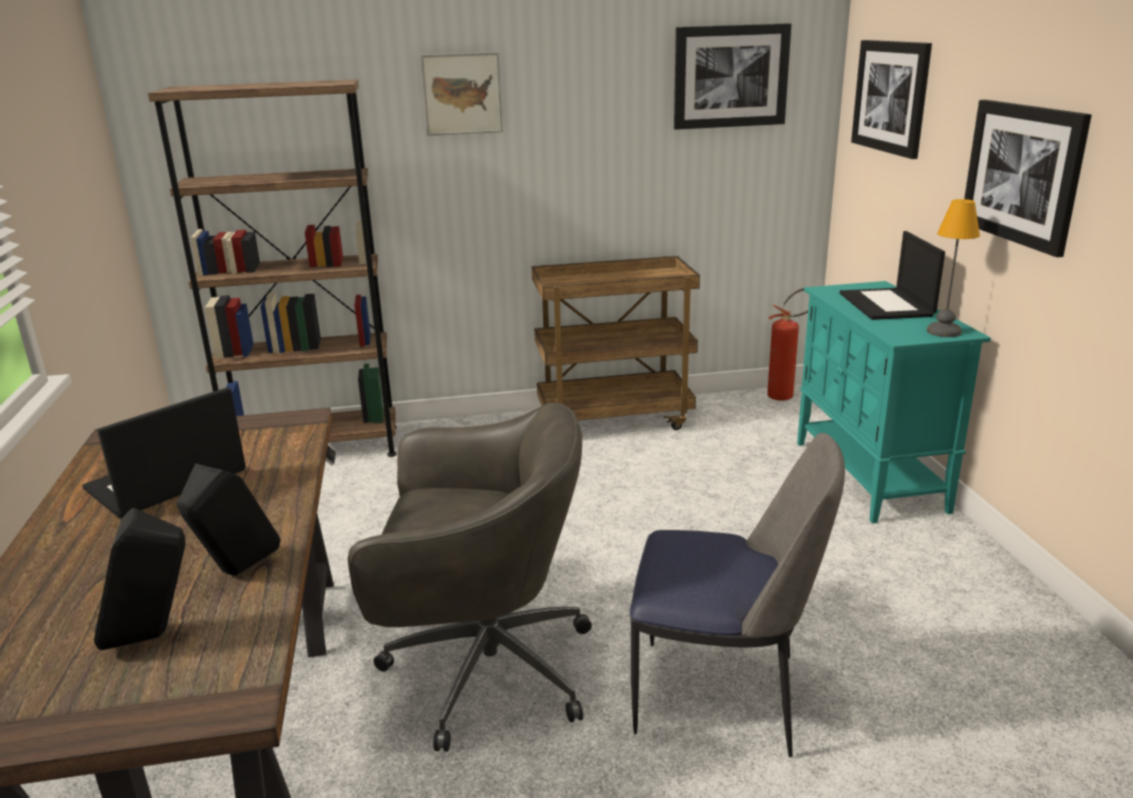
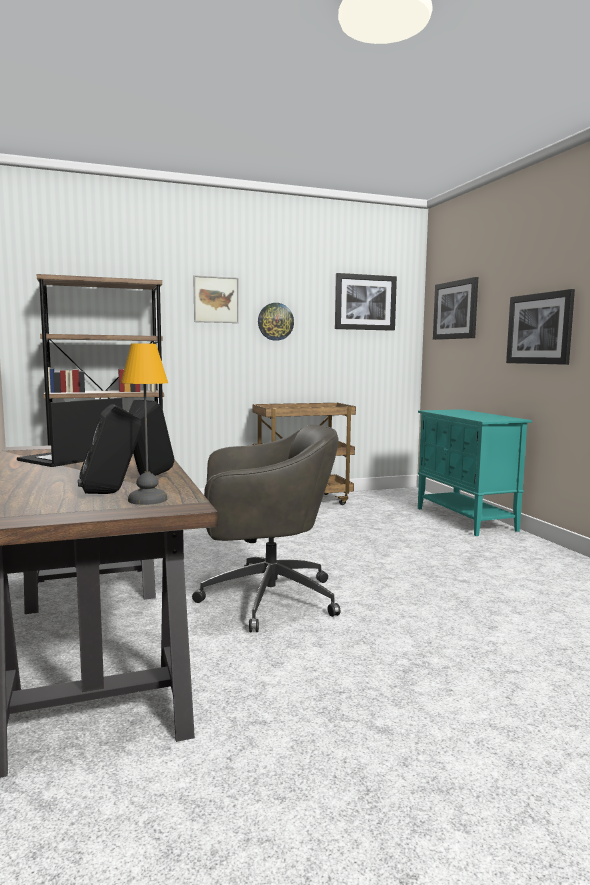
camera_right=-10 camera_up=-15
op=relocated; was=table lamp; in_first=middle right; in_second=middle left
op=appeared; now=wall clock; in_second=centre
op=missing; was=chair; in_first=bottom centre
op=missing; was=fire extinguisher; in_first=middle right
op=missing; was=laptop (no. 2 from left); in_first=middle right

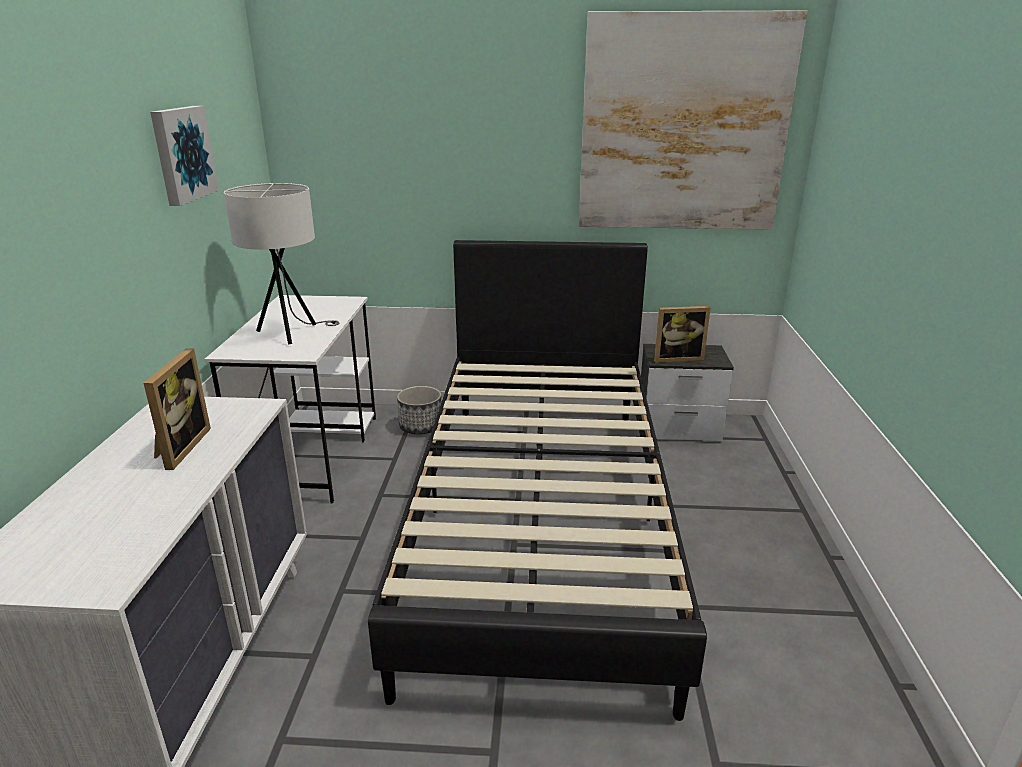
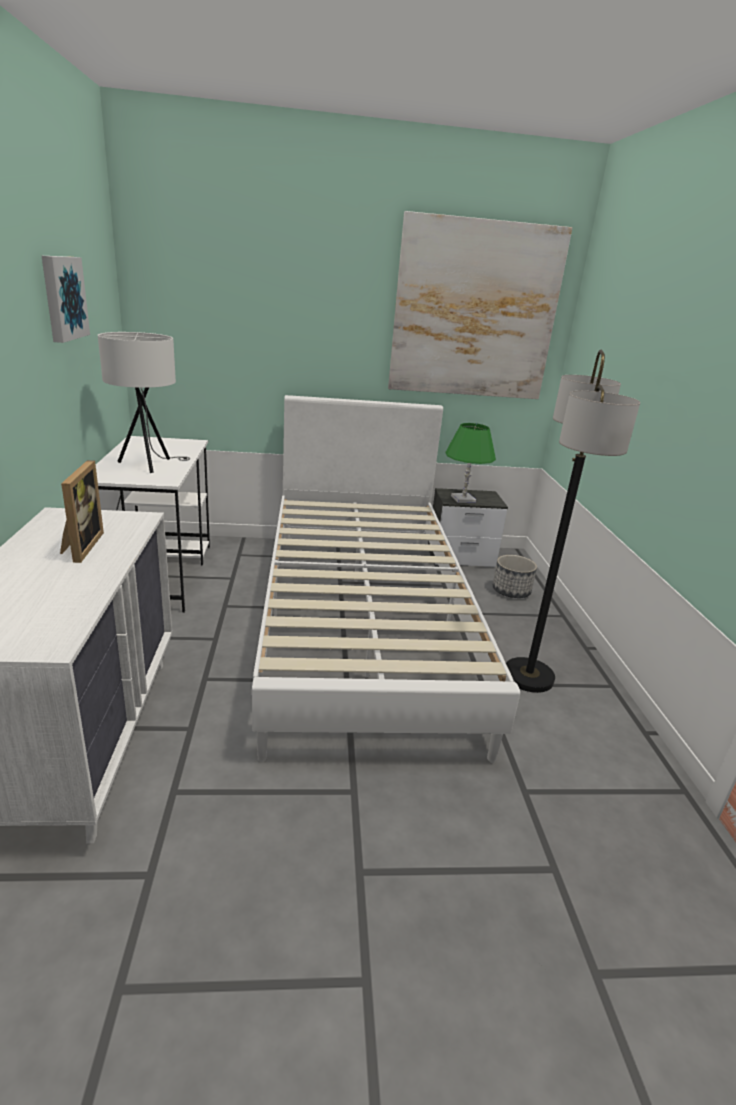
camera_right=-10 camera_up=0
op=colour; was=black bed; now=white bed; in_first=centre; in_second=centre
op=exchanged; was=picture frame (no. 2 from left); now=green table lamp; in_first=middle right; in_second=centre
op=relocated; was=planter; in_first=centre; in_second=middle right
op=appeared; now=floor lamp; in_second=middle right

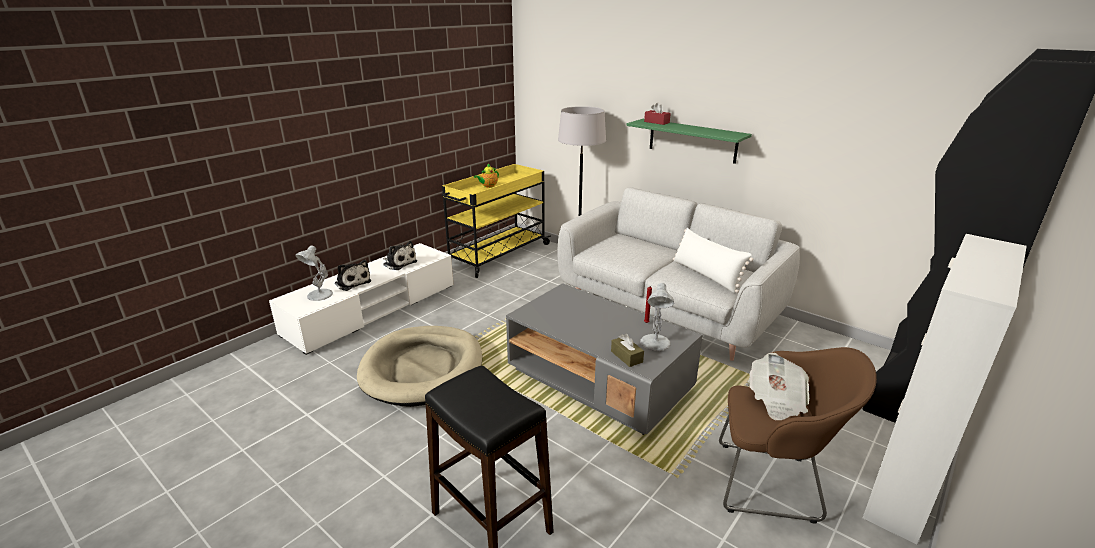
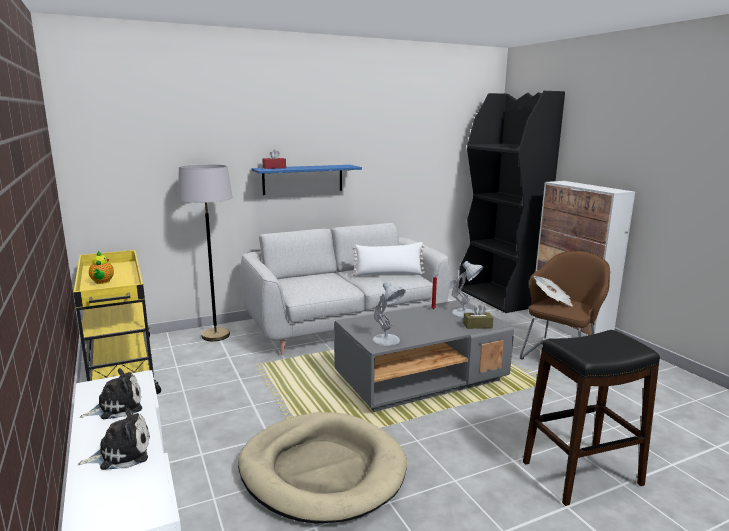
camera_right=-65 camera_up=-10
op=colour; was=green shelf; now=blue shelf; in_first=top centre; in_second=centre
op=relocated; was=white table lamp (no. 1 from left); in_first=middle left; in_second=centre

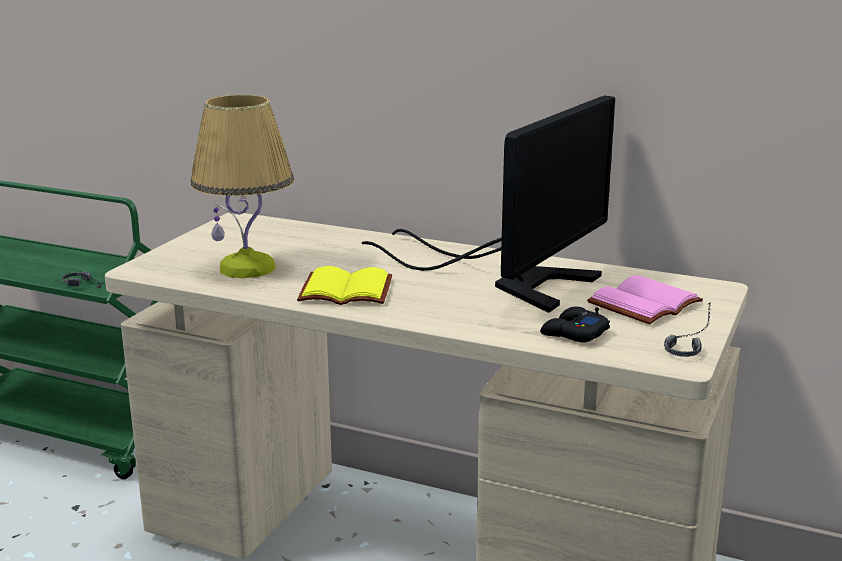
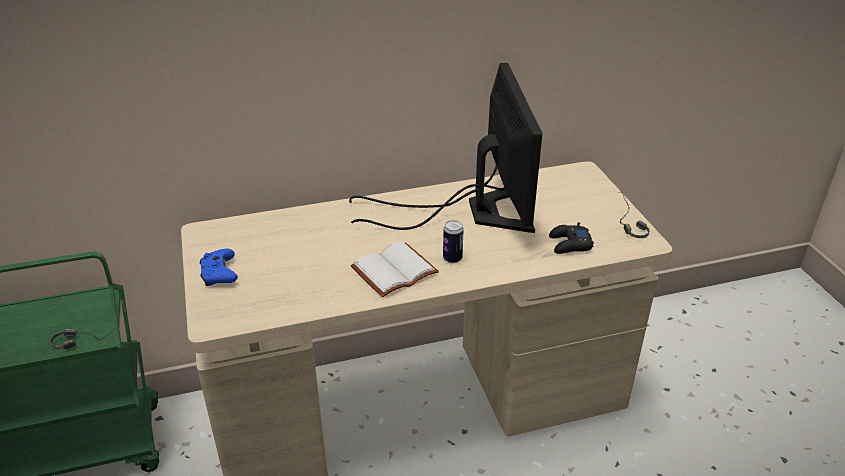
camera_right=-40 camera_up=15
op=appeared; now=blue game controller; in_second=middle left
op=colour; was=yellow book; now=white book; in_first=centre; in_second=centre
op=appeared; now=can; in_second=centre
op=missing; was=table lamp; in_first=top left
op=missing; was=pink book; in_first=middle right

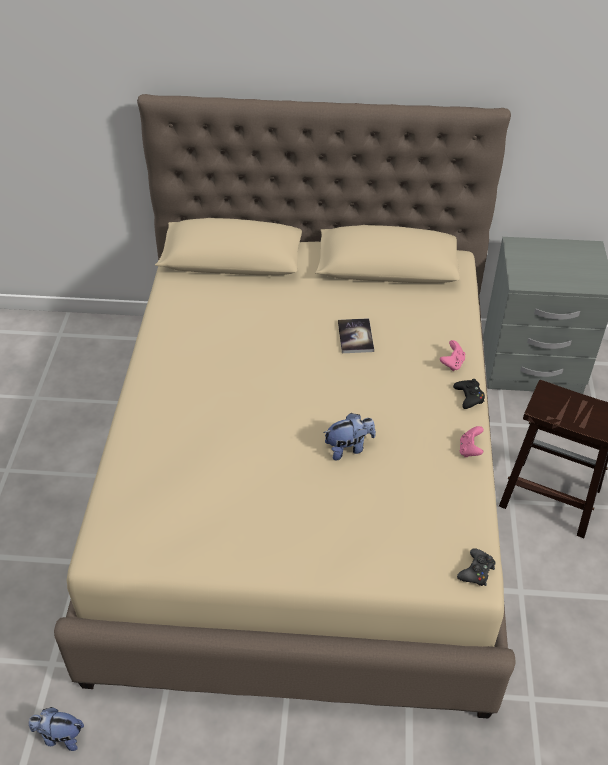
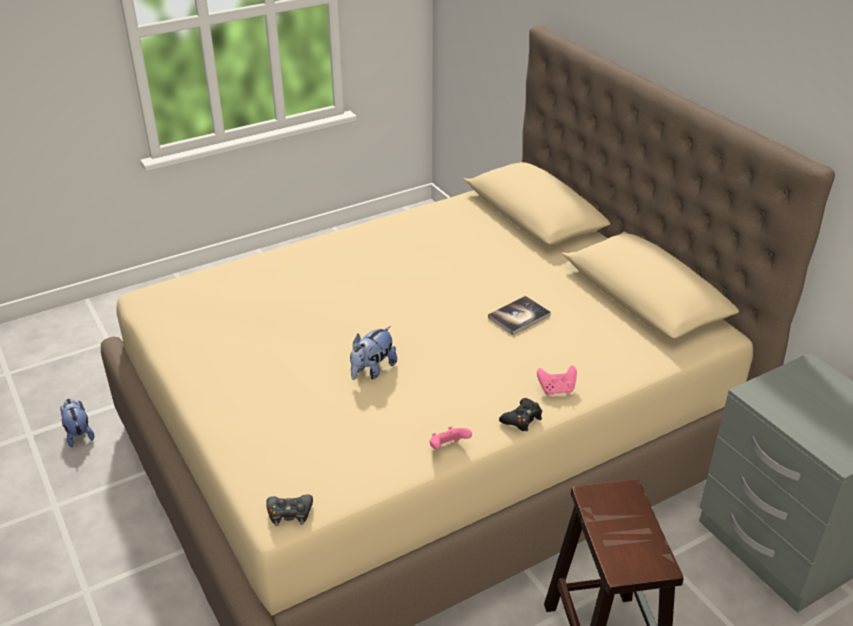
camera_right=55 camera_up=-10
op=spun; was=plush toy (no. 2 from left); in_first=centre; in_second=centre; clockwise=90

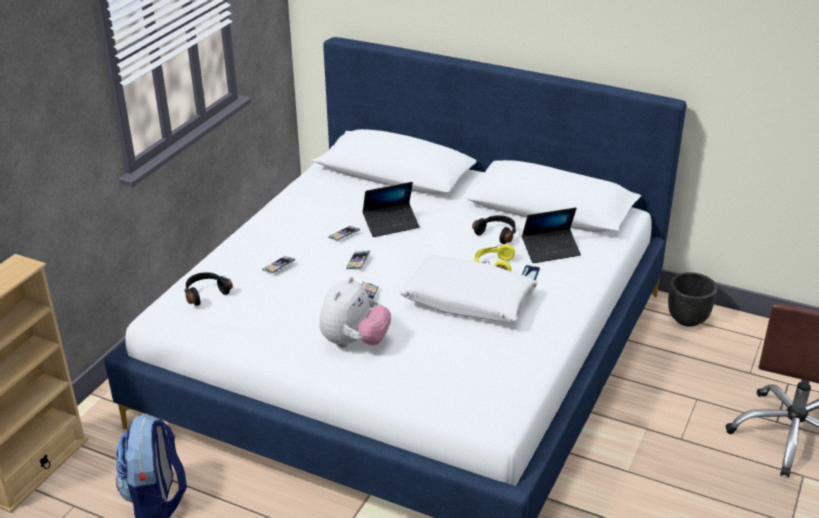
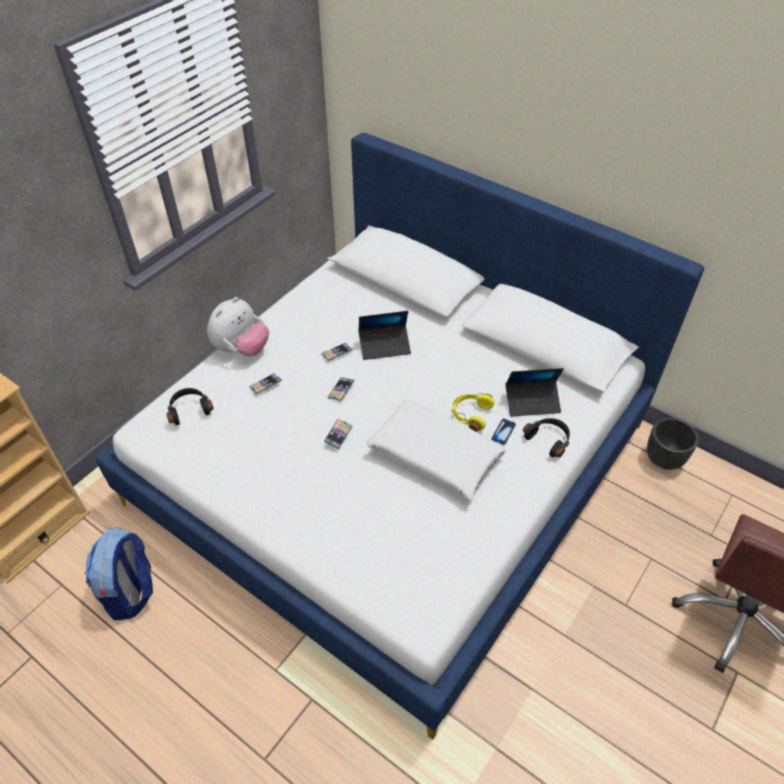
camera_right=10 camera_up=15
op=relocated; was=plush toy; in_first=centre; in_second=middle left
op=relocated; was=black headphones (no. 2 from left); in_first=centre; in_second=middle right

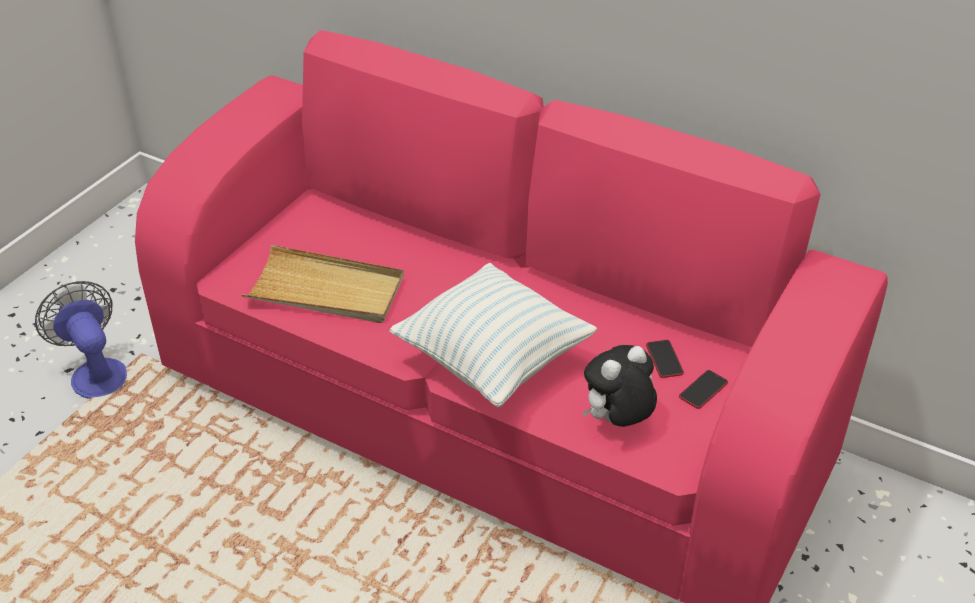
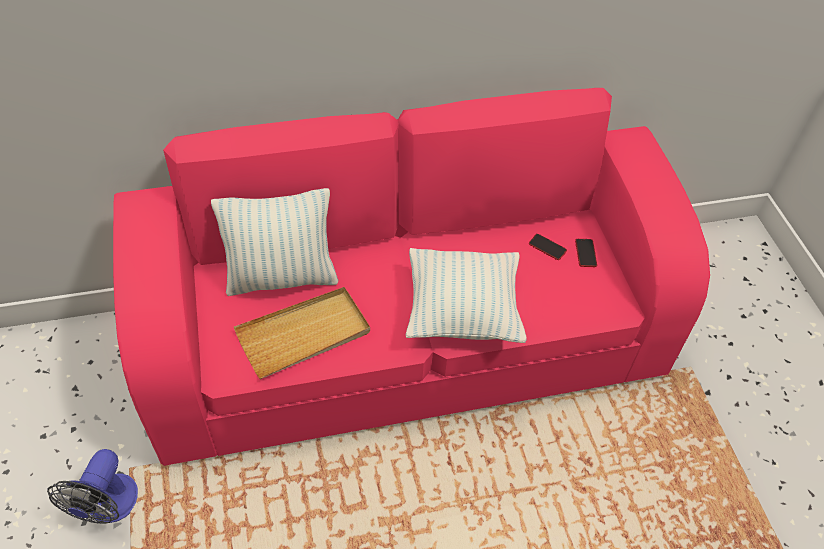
camera_right=-45 camera_up=10
op=spun; was=fan; in_first=middle left; in_second=bottom left; clockwise=-90
op=appeared; now=pillow (no. 1 from left); in_second=middle left
op=missing; was=plush toy; in_first=centre

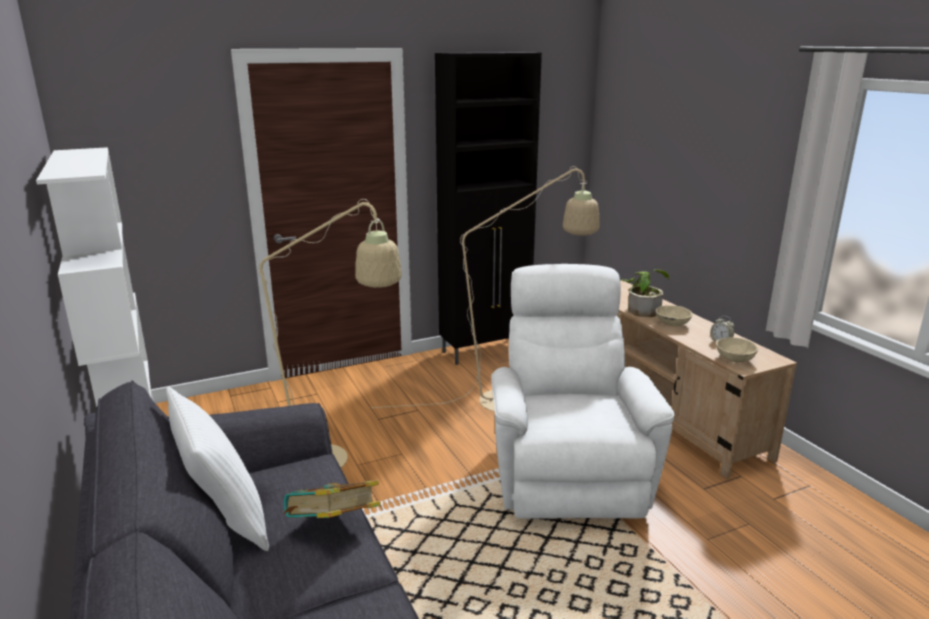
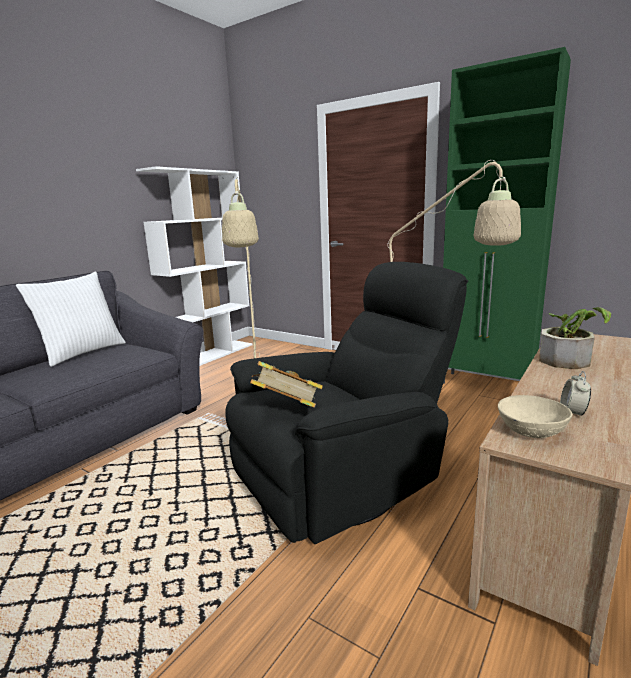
camera_right=60 camera_up=-5
op=colour; was=white armchair; now=black armchair; in_first=centre; in_second=centre
op=relocated; was=book; in_first=bottom centre; in_second=centre
op=colour; was=black cabinet; now=green cabinet; in_first=centre; in_second=top right
op=missing; was=beige bowl (no. 1 from left); in_first=middle right

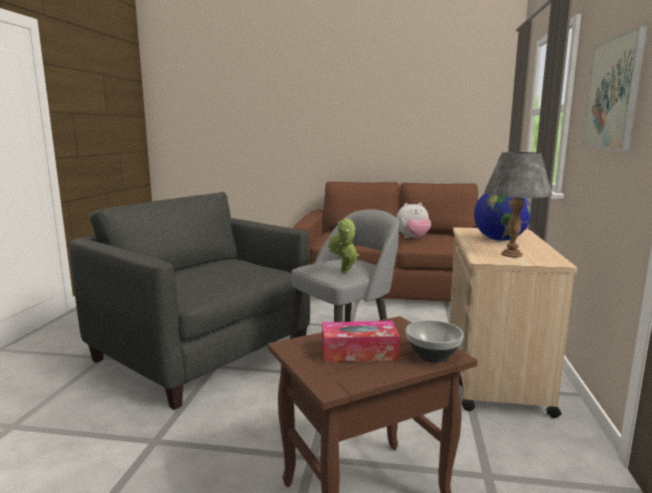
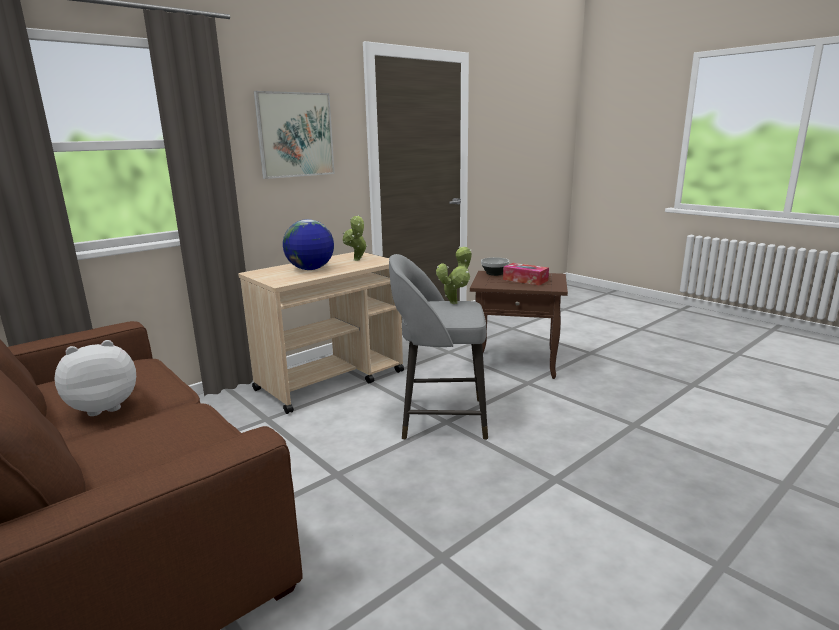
camera_right=-140 camera_up=5
op=spun; was=plush toy; in_first=centre; in_second=middle left; clockwise=-60
op=exchanged; was=grey table lamp; now=potted plant (no. 1 from left); in_first=middle right; in_second=centre
op=missing; was=grey armchair; in_first=middle left

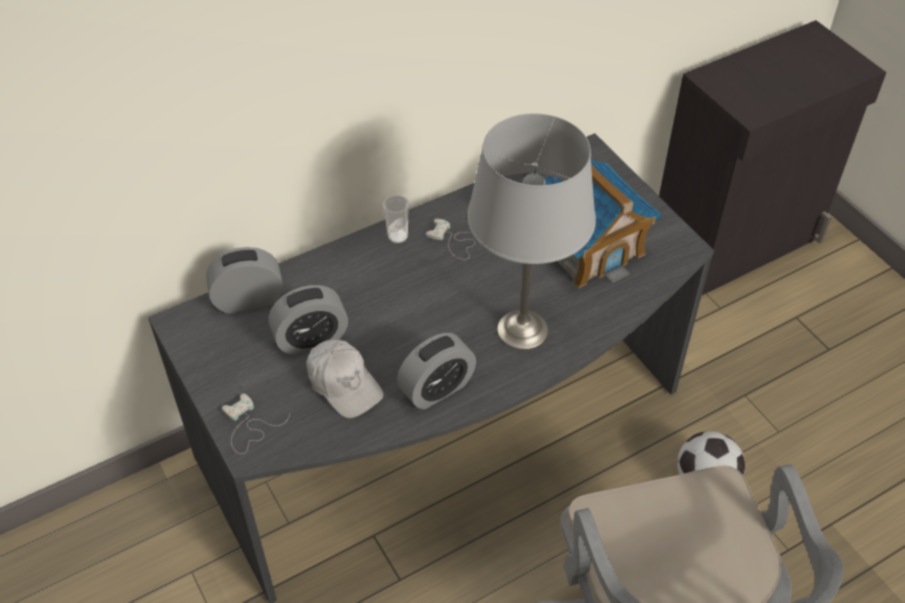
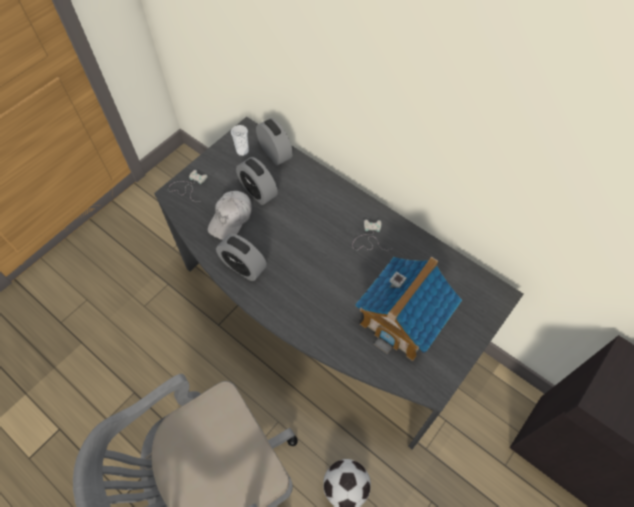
camera_right=70 camera_up=10
op=relocated; was=cup; in_first=centre; in_second=top centre
op=missing; was=grey table lamp; in_first=centre

